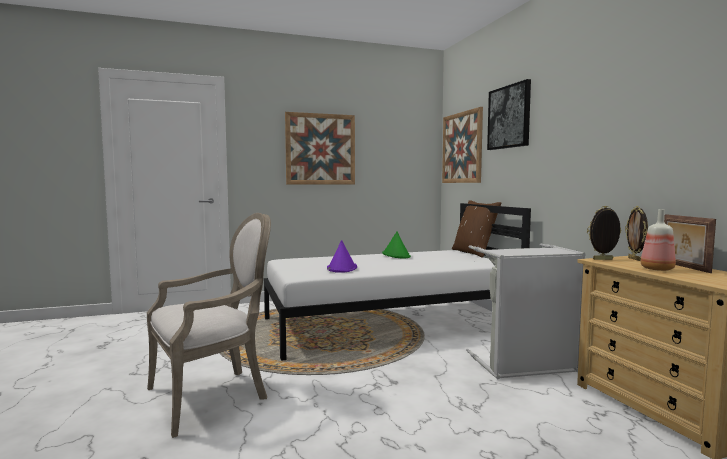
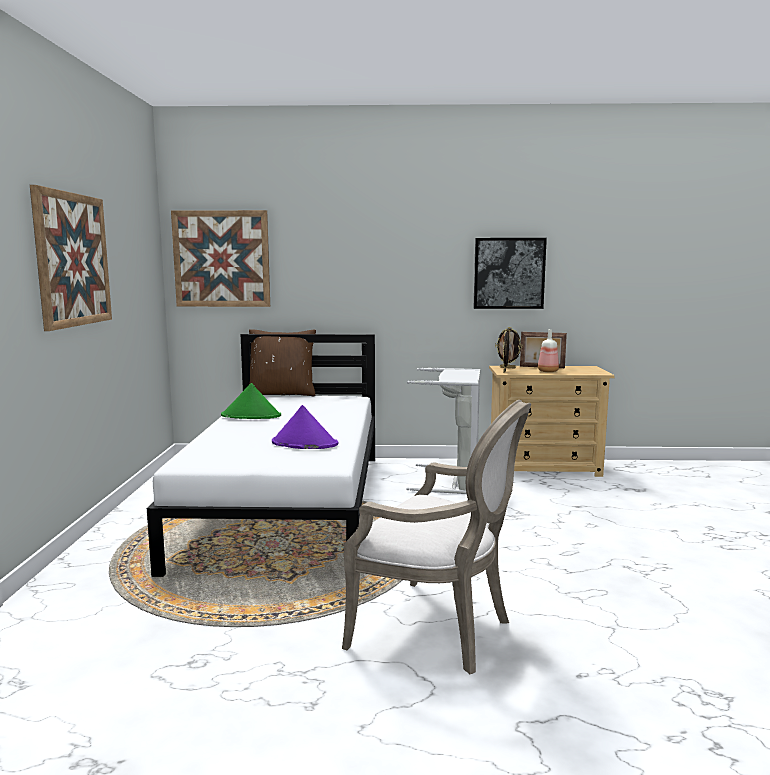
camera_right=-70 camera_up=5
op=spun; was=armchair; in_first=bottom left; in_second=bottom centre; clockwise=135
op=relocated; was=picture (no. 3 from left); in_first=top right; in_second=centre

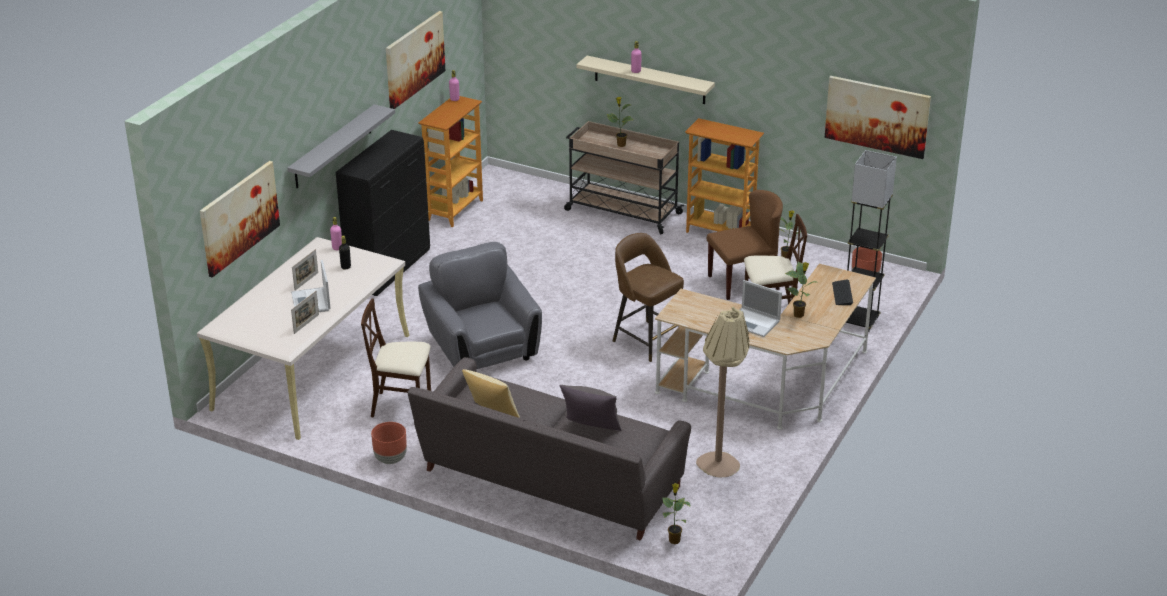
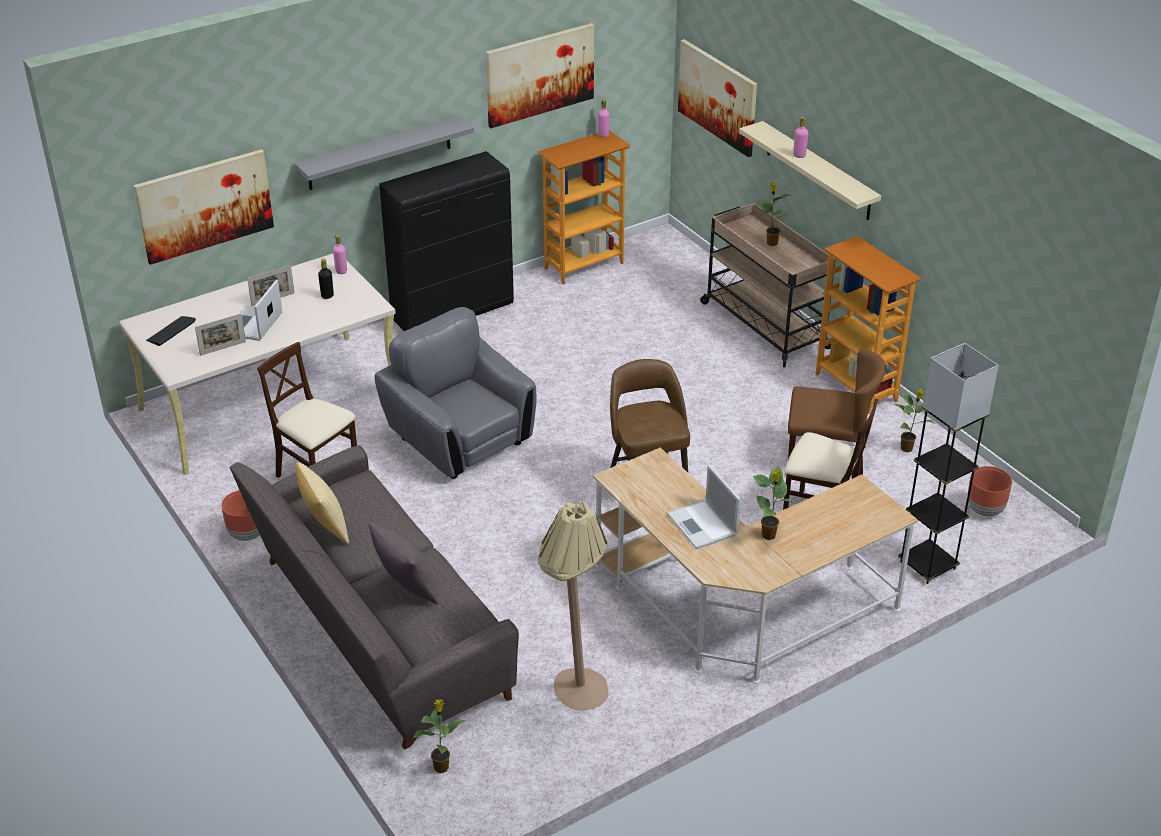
camera_right=30 camera_up=5
op=relocated; was=keyboard; in_first=middle right; in_second=middle left
op=spun; was=grey armchair; in_first=centre; in_second=centre; clockwise=-45
op=relocated; was=picture (no. 3 from left); in_first=top right; in_second=top centre

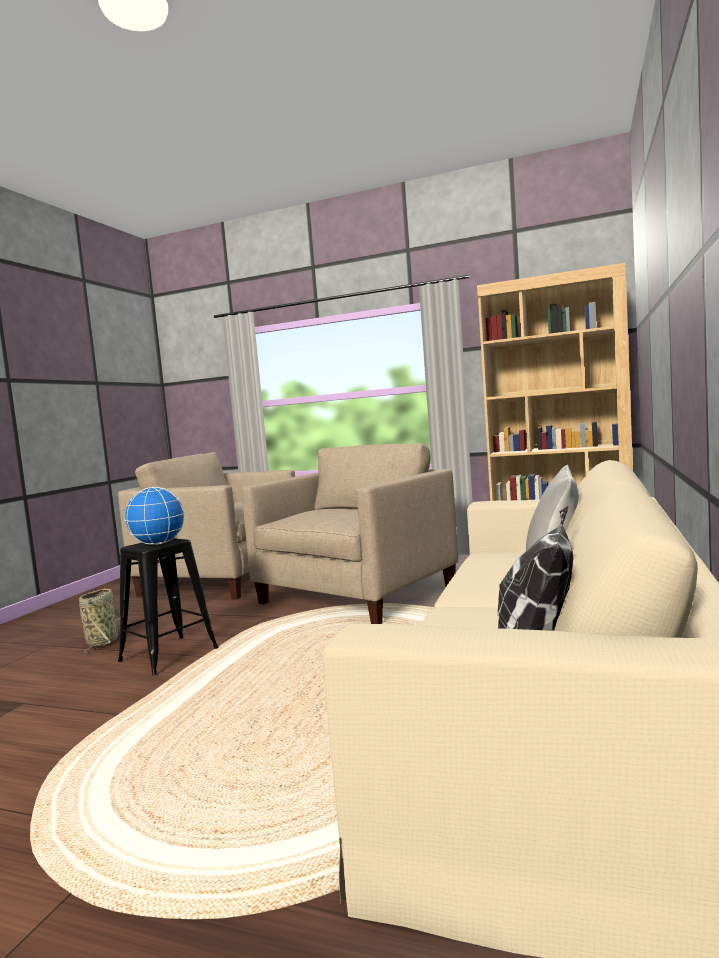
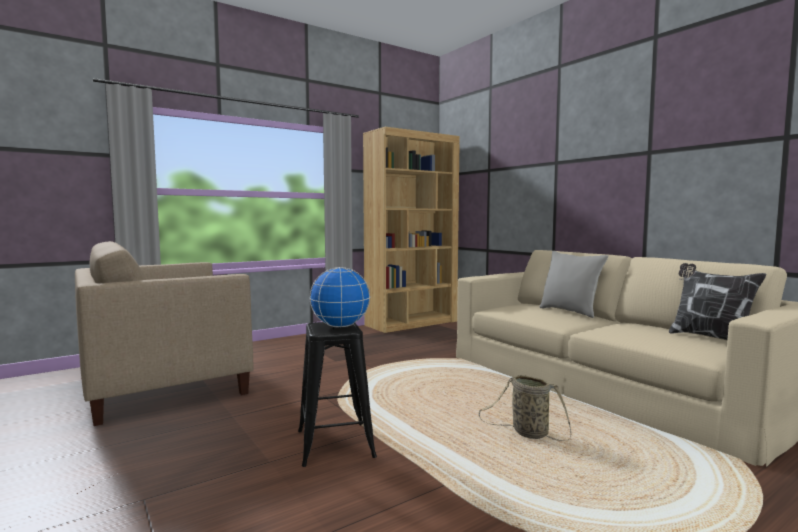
camera_right=-55 camera_up=0
op=relocated; was=basket; in_first=middle left; in_second=bottom centre
op=missing; was=beige armchair (no. 2 from left); in_first=centre

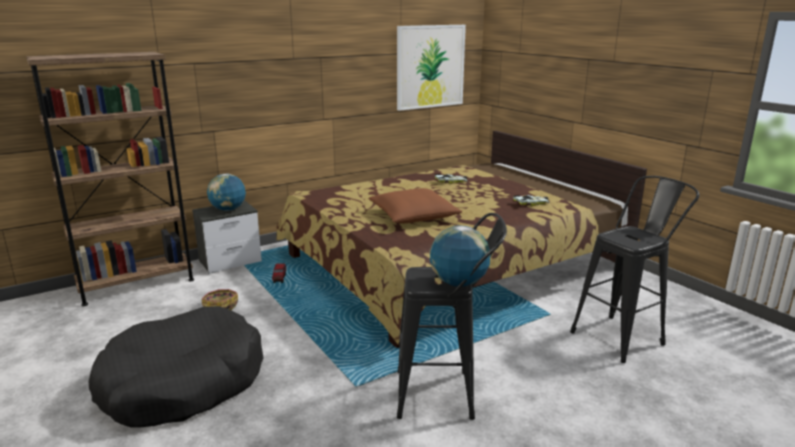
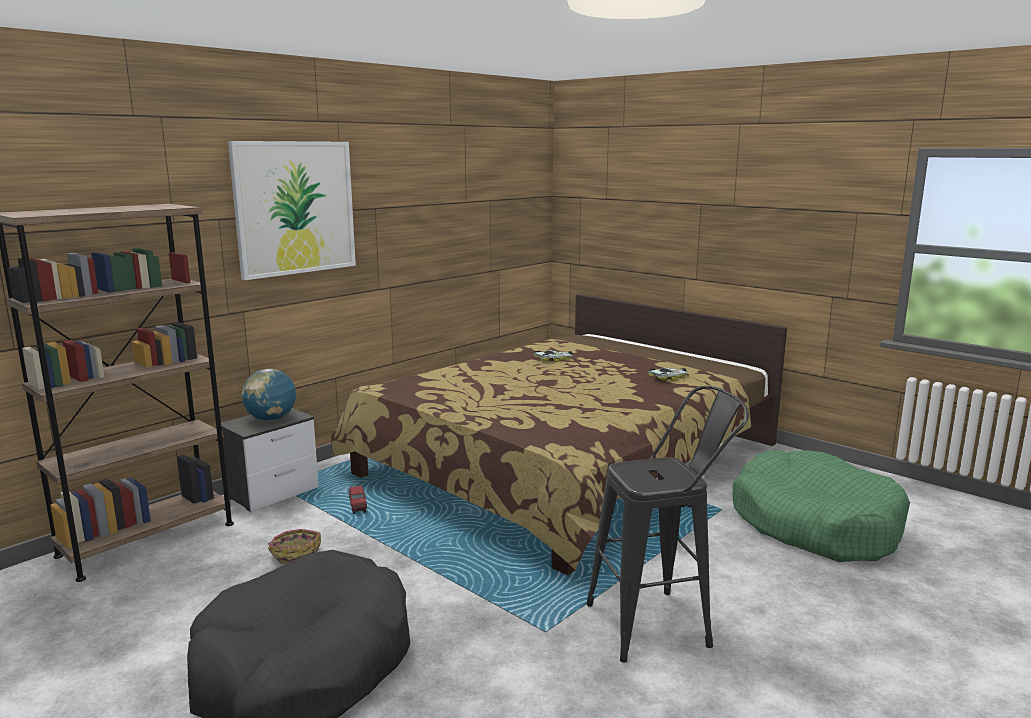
camera_right=-15 camera_up=-5
op=relocated; was=picture; in_first=top centre; in_second=top left
op=exchanged; was=black stool (no. 2 from left); now=green dog bed; in_first=middle right; in_second=bottom right
op=missing; was=brown pillow; in_first=centre
op=missing; was=globe (no. 2 from left); in_first=centre

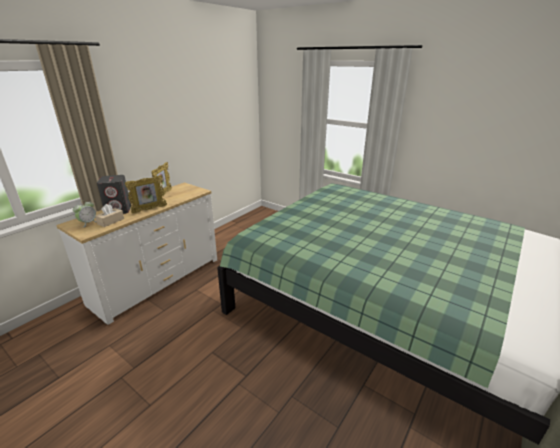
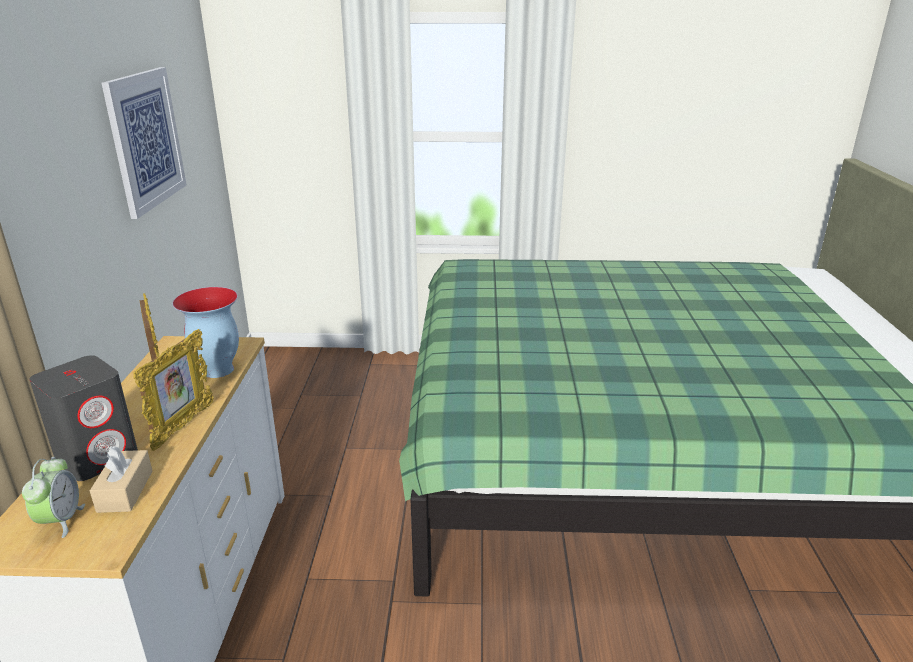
camera_right=-35 camera_up=0
op=appeared; now=picture; in_second=top left
op=appeared; now=vase; in_second=middle left

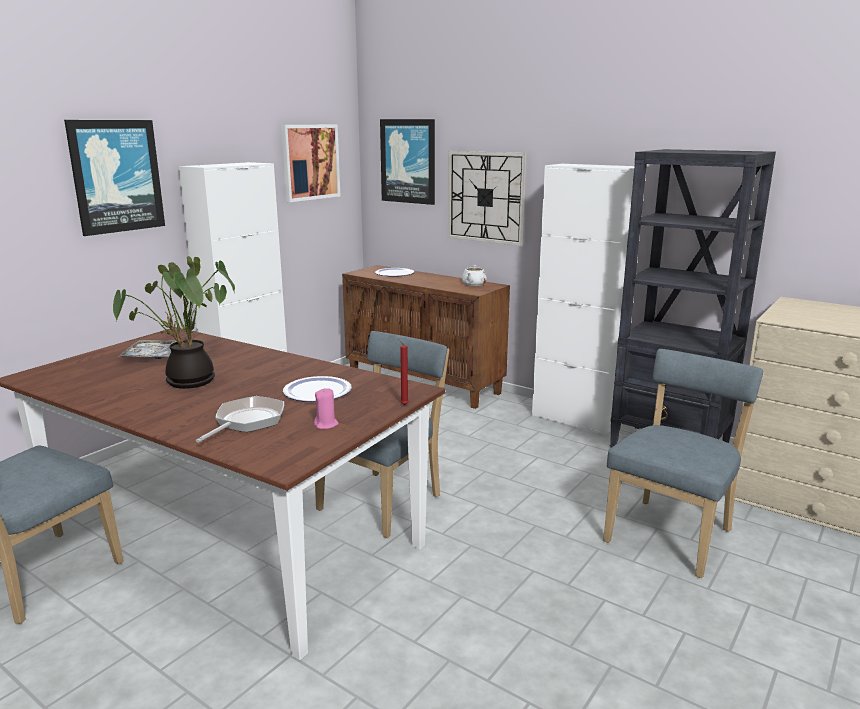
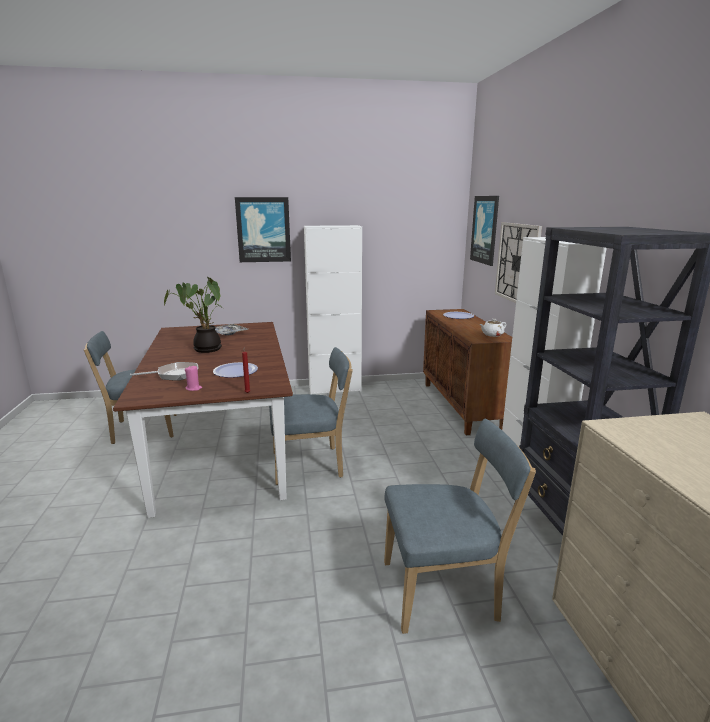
camera_right=45 camera_up=0
op=missing; was=picture (no. 2 from left); in_first=top centre

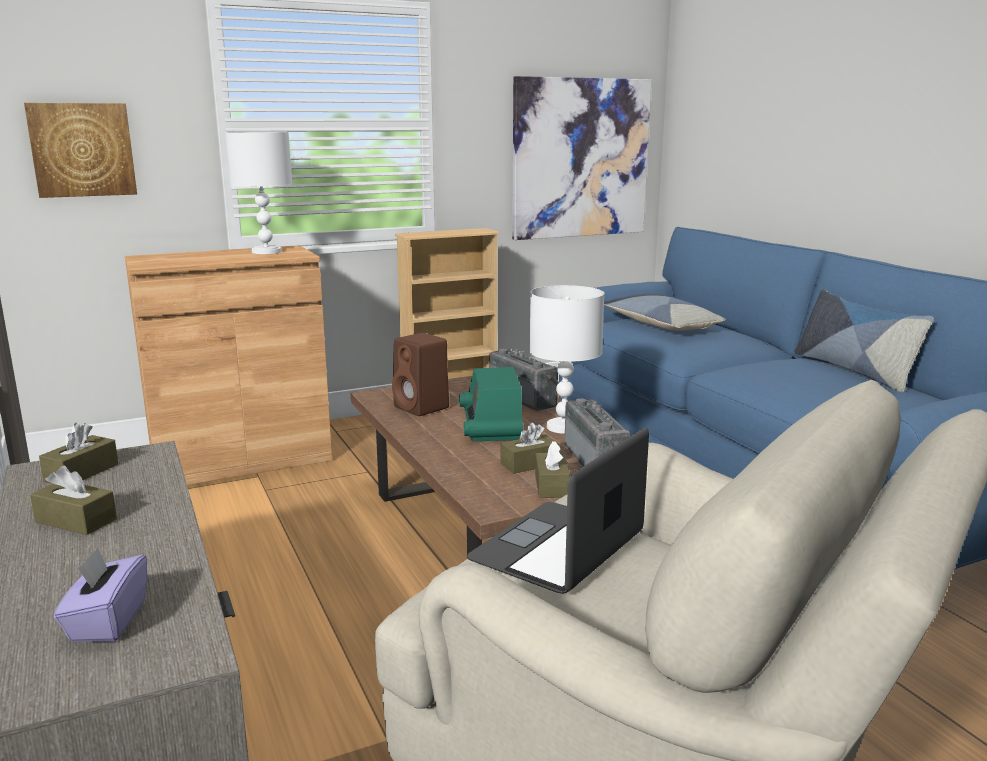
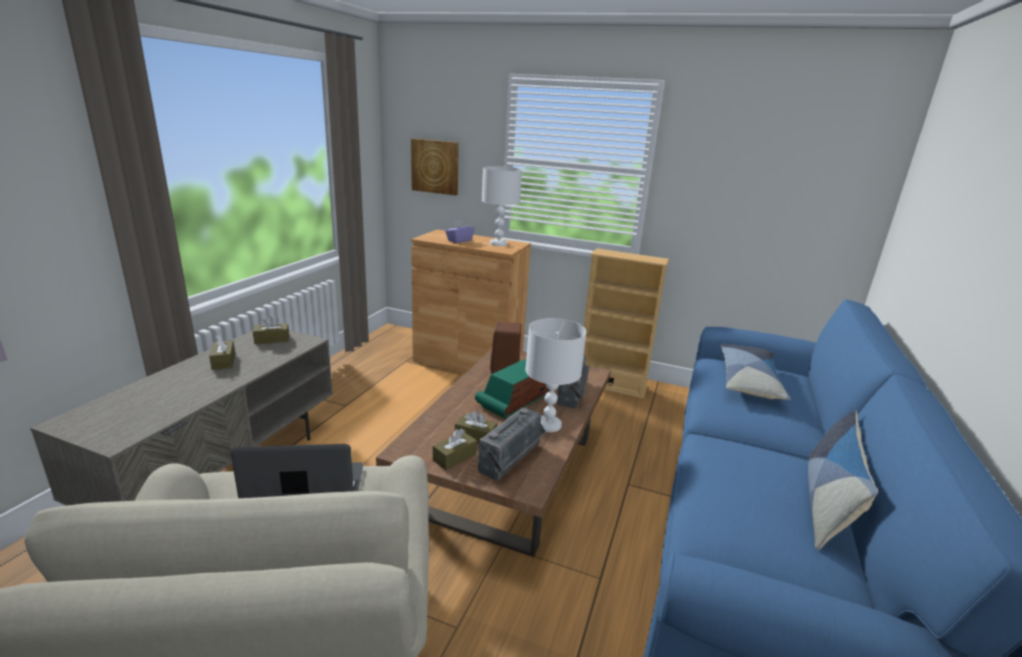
camera_right=45 camera_up=5
op=relocated; was=purple tissue box; in_first=bottom left; in_second=centre
op=missing; was=picture (no. 2 from left); in_first=top centre

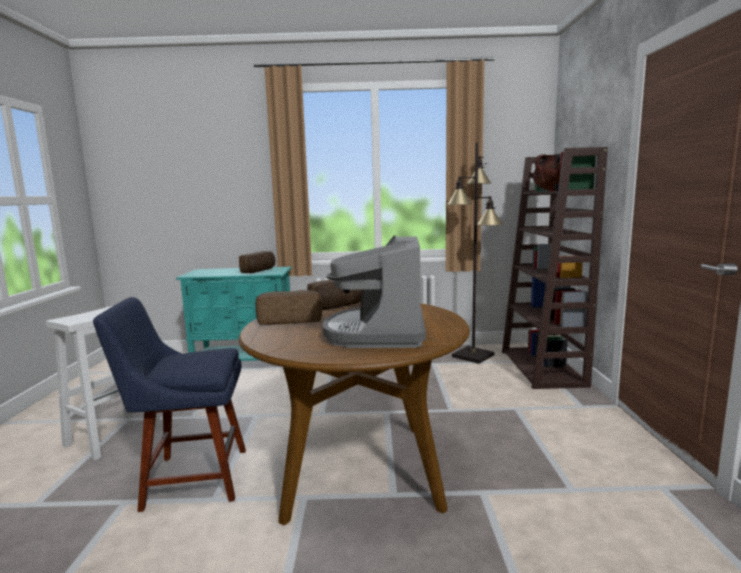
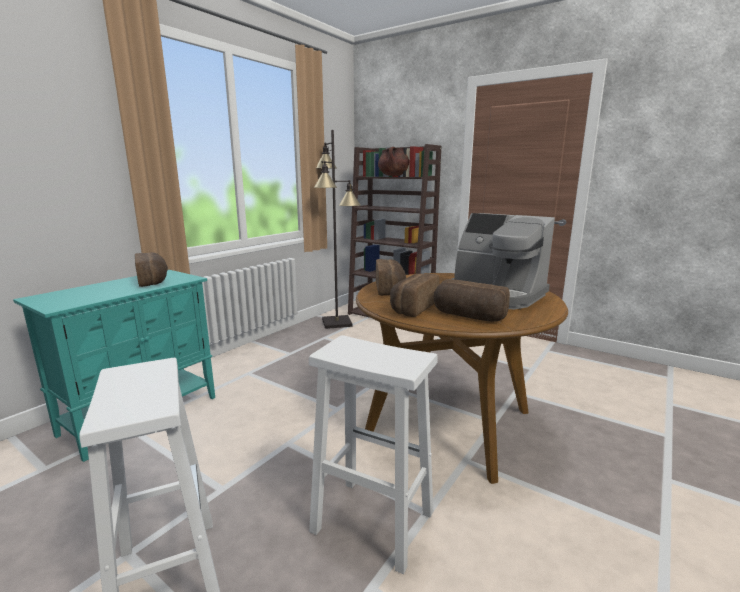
camera_right=-55 camera_up=5
op=exchanged; was=blue chair; now=white stool (no. 2 from left); in_first=bottom left; in_second=bottom centre
op=appeared; now=bread (no. 4 from left); in_second=centre

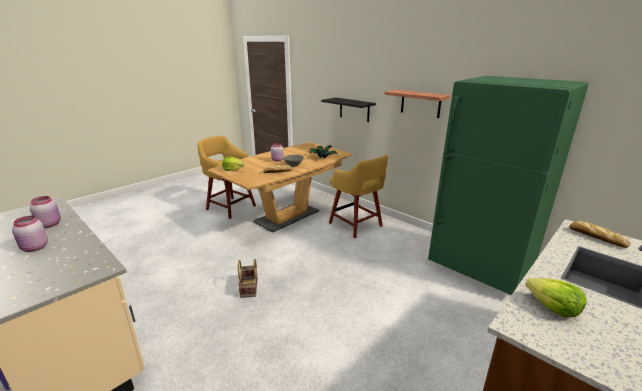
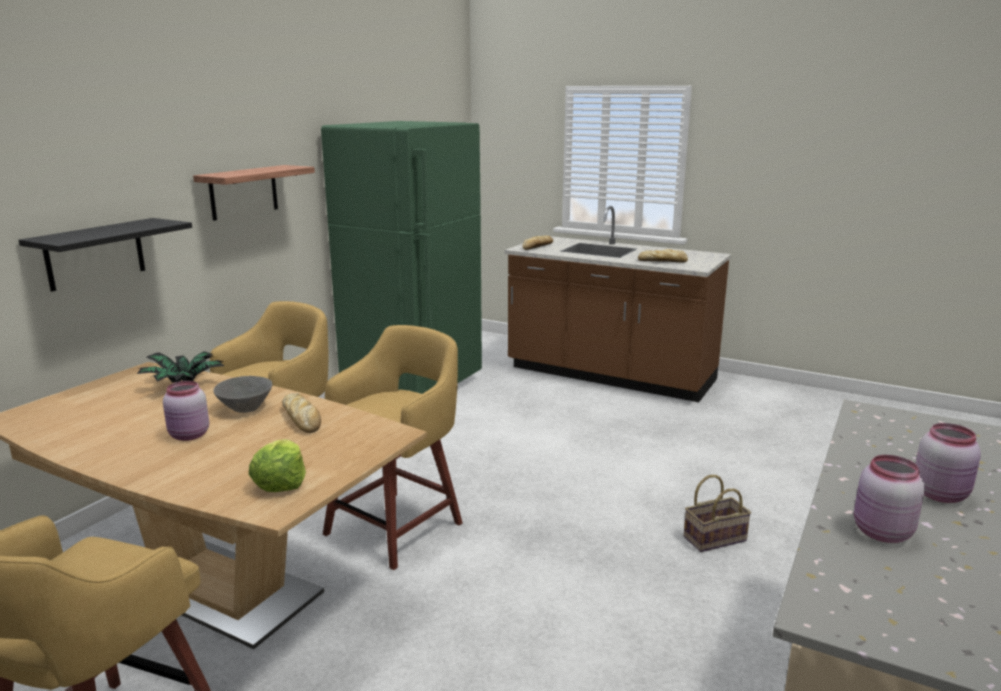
camera_right=-105 camera_up=-5
op=appeared; now=yellow stool (no. 3 from left); in_second=centre
op=exchanged; was=lettuce (no. 2 from left); now=bread (no. 3 from left); in_first=bottom right; in_second=centre
op=relocated; was=basket; in_first=bottom centre; in_second=bottom right

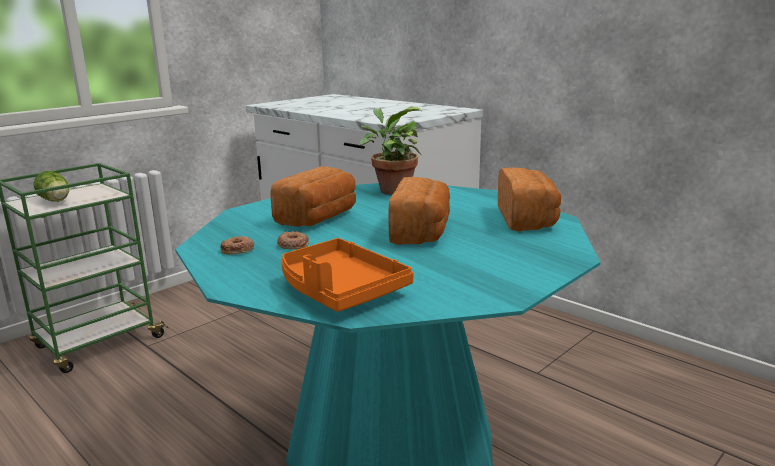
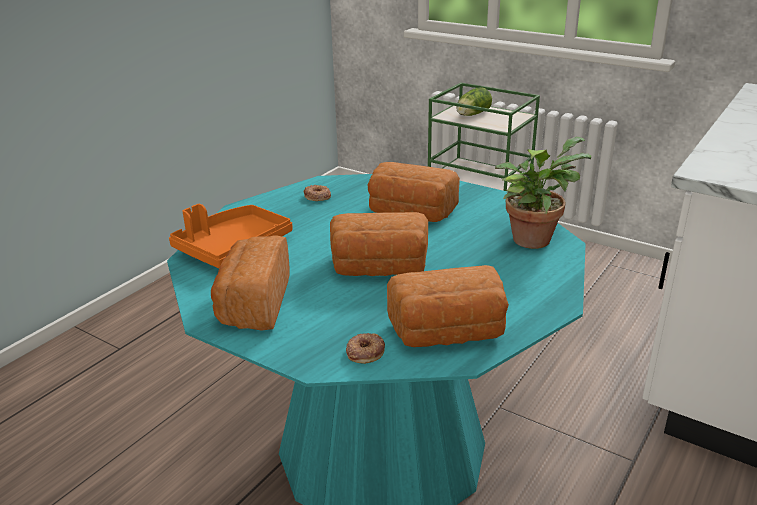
camera_right=80 camera_up=10
op=appeared; now=bread (no. 1 from left); in_second=middle left
op=relocated; was=donut (no. 2 from left); in_first=centre; in_second=bottom centre

